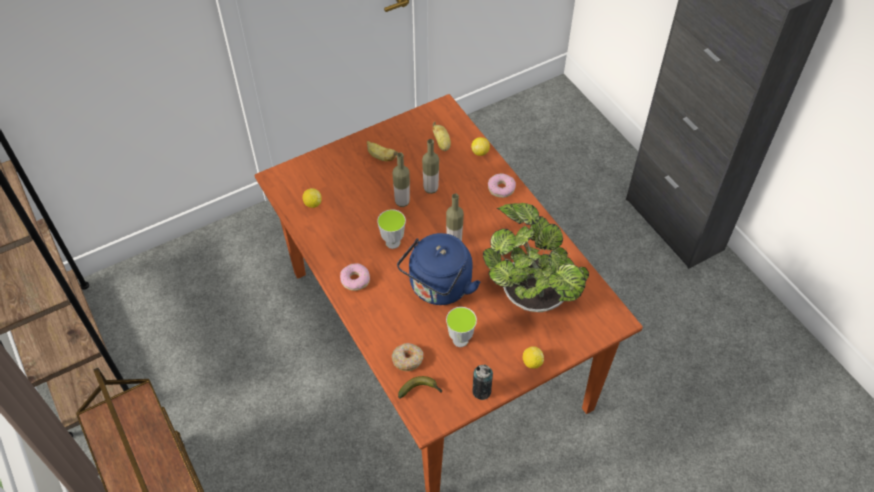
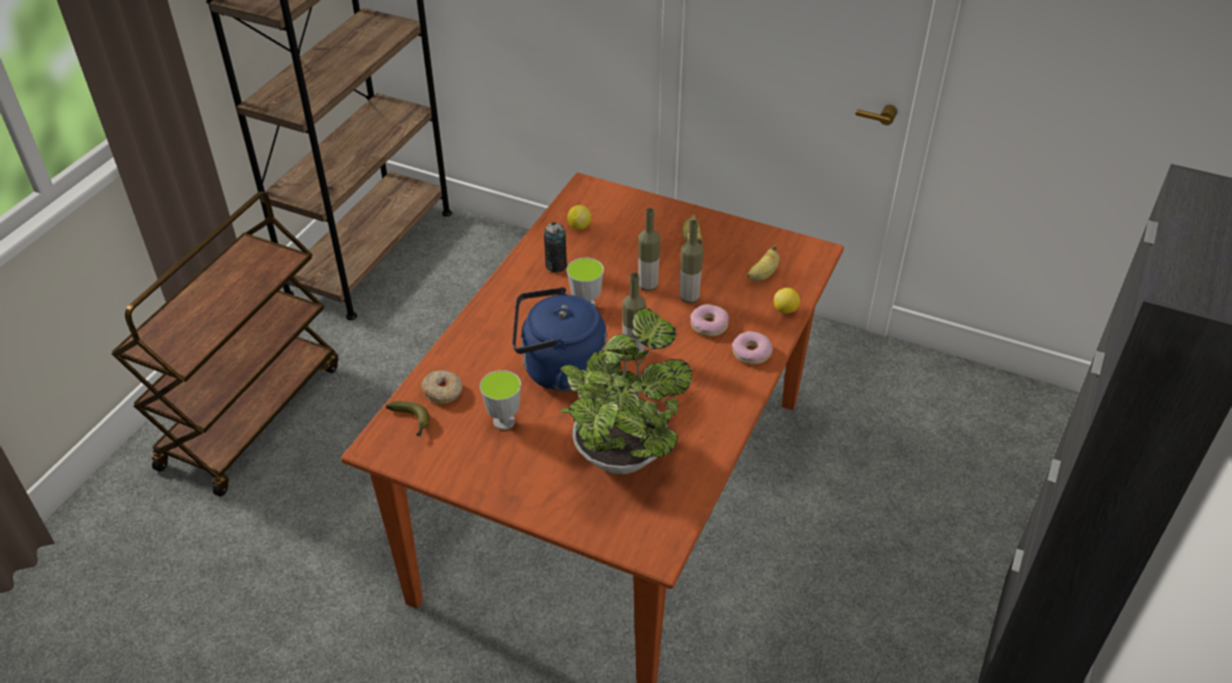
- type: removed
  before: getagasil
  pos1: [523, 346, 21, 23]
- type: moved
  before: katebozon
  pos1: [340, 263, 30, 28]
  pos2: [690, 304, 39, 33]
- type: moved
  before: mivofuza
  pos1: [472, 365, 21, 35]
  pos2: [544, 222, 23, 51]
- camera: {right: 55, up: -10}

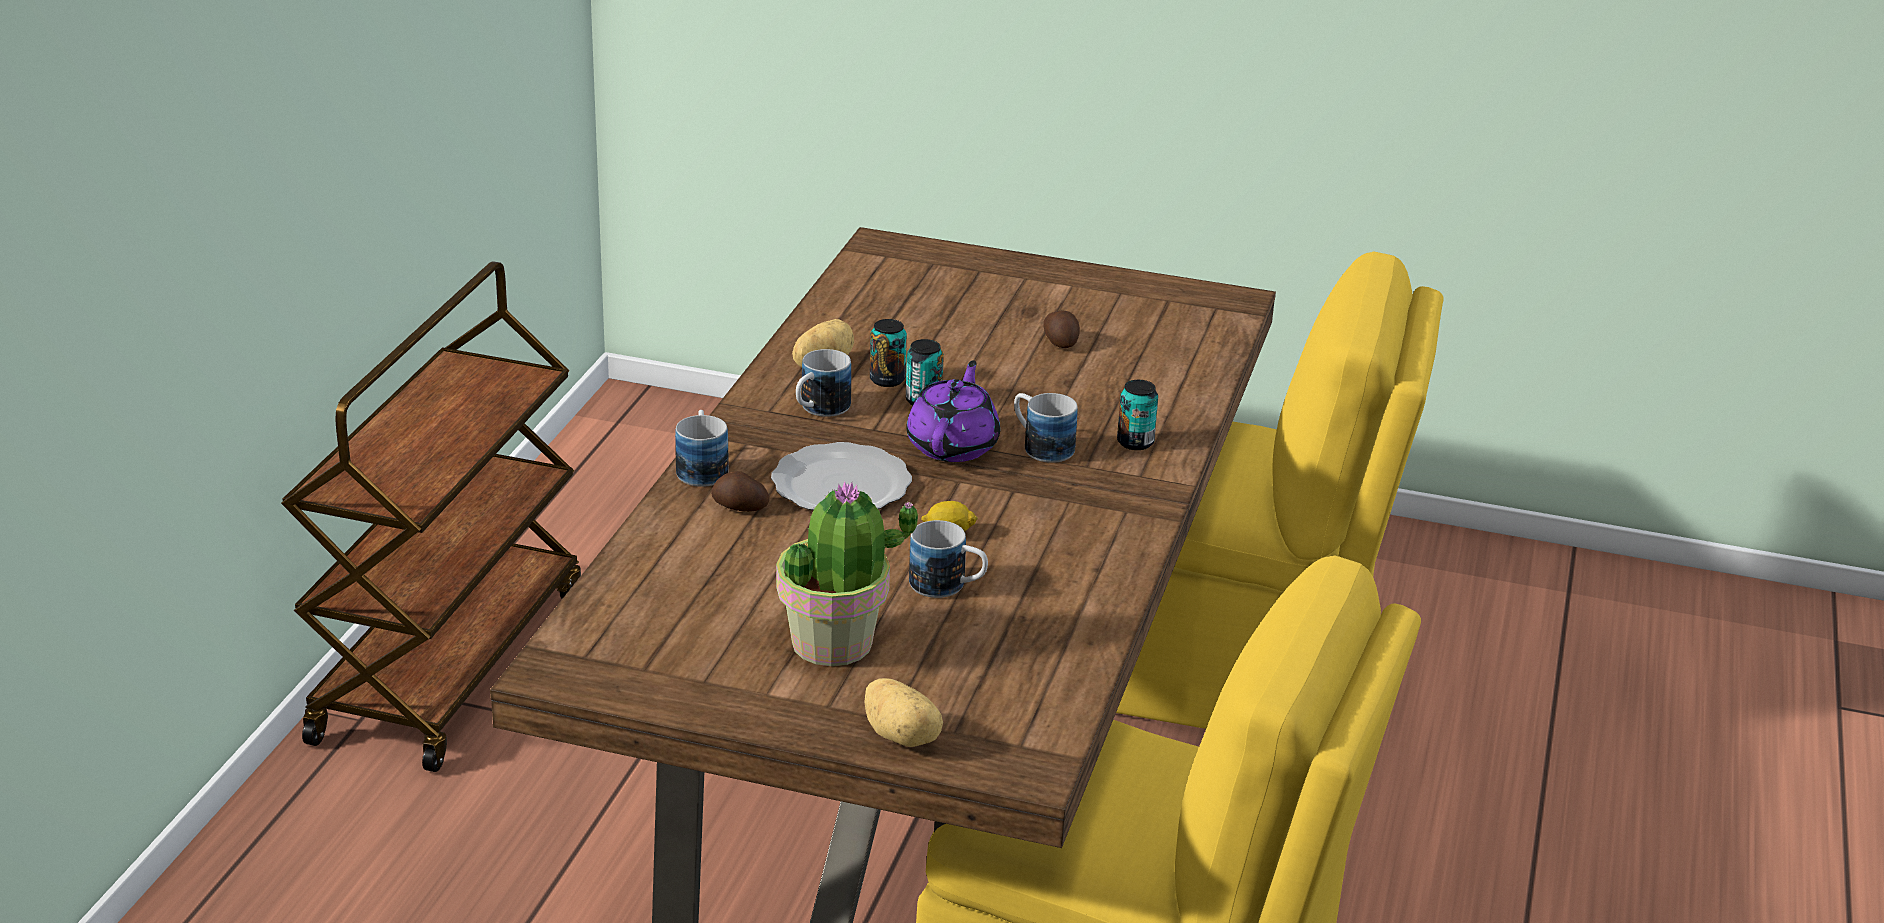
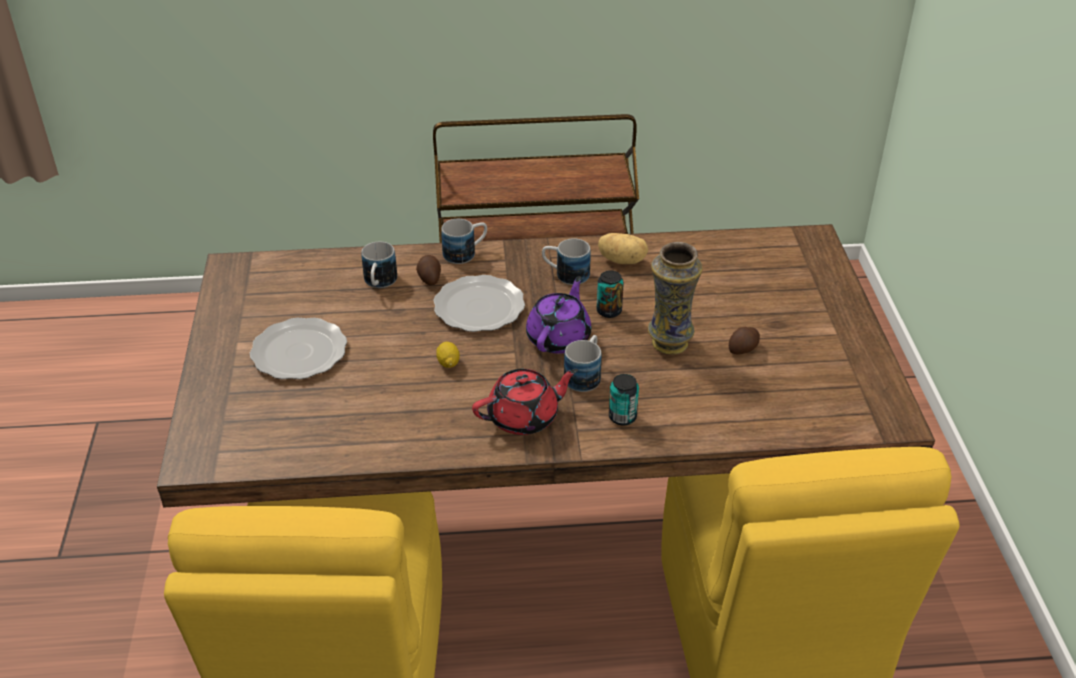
- type: removed
  before: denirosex
  pos1: [864, 678, 79, 69]
- type: removed
  before: mivofuza
  pos1: [870, 319, 37, 68]
- type: added
  after: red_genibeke
  pos2: [472, 369, 106, 66]
- type: added
  after: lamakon
  pos2: [648, 242, 55, 113]
- type: moved
  before: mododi
  pos1: [909, 520, 79, 78]
  pos2: [361, 242, 36, 46]
- type: replaced
  before: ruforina
  after: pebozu
  pos1: [776, 481, 143, 185]
  pos2: [250, 317, 97, 62]
- type: turned
  before: purple_genibeke
  pos1: [906, 360, 94, 102]
  pos2: [526, 276, 66, 78]
  turn: -60
- camera: {right: 70, up: 10}

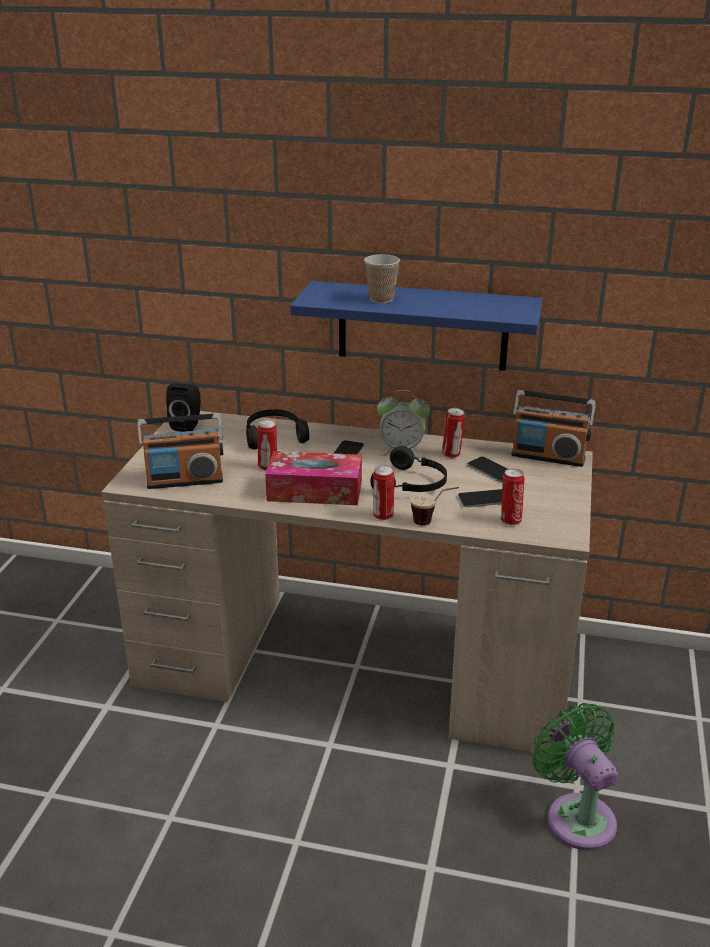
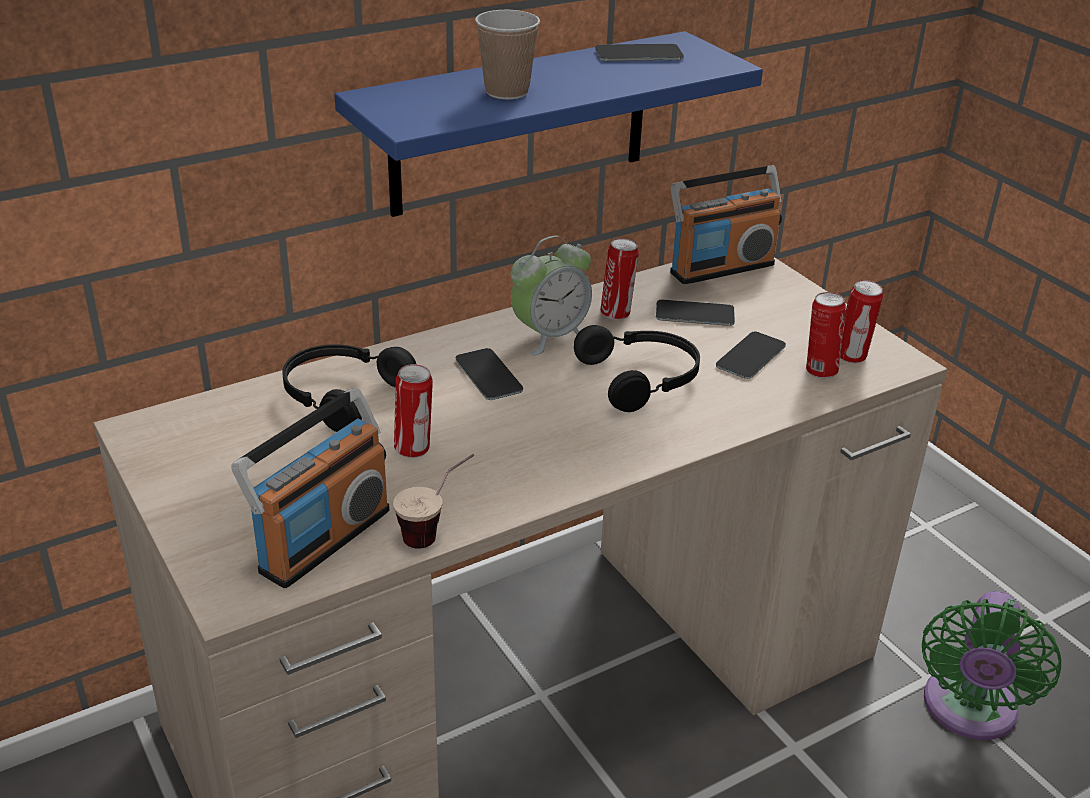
- type: removed
  before: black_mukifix
  pos1: [166, 383, 35, 49]
- type: removed
  before: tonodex
  pos1: [265, 451, 97, 54]
- type: added
  after: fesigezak
  pos2: [595, 44, 89, 17]
- type: moved
  before: mivofuza
  pos1: [373, 465, 21, 55]
  pos2: [840, 280, 43, 84]
- type: moved
  before: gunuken
  pos1: [410, 487, 49, 39]
  pos2: [393, 454, 81, 95]
- type: turned
  before: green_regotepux
  pos1: [532, 703, 86, 148]
  pos2: [922, 591, 139, 149]
  turn: -90
- camera: {right: -45, up: 5}

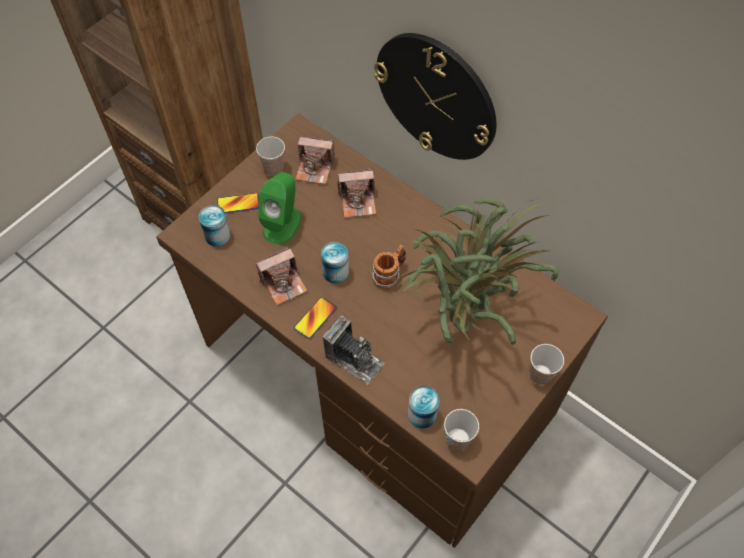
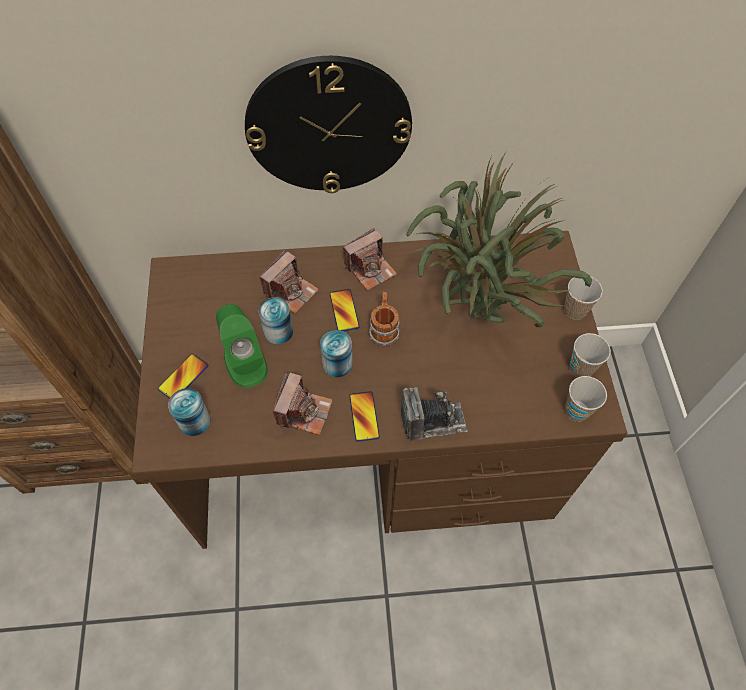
- type: added
  after: fesigezak
  pos2: [330, 289, 30, 42]
- type: moved
  before: gunuken
  pos1: [256, 137, 29, 39]
  pos2: [570, 333, 41, 45]
- type: moved
  before: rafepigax
  pos1: [295, 137, 40, 47]
  pos2: [343, 228, 54, 63]
- type: moved
  before: mivofuza
  pos1: [408, 386, 31, 42]
  pos2: [258, 297, 35, 47]
- camera: {right: -45, up: 0}

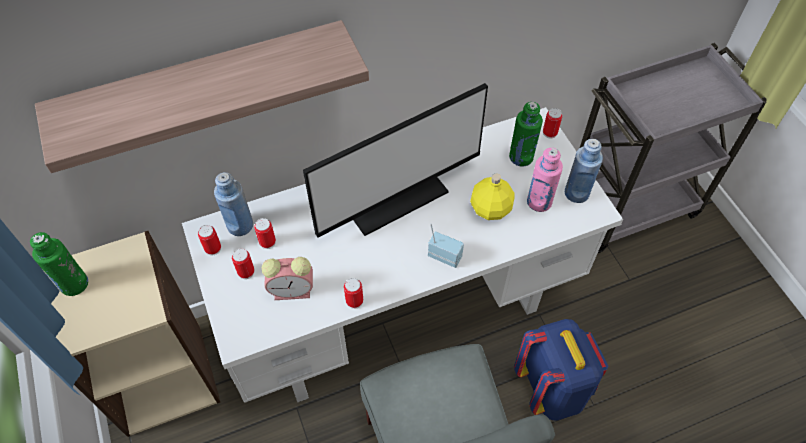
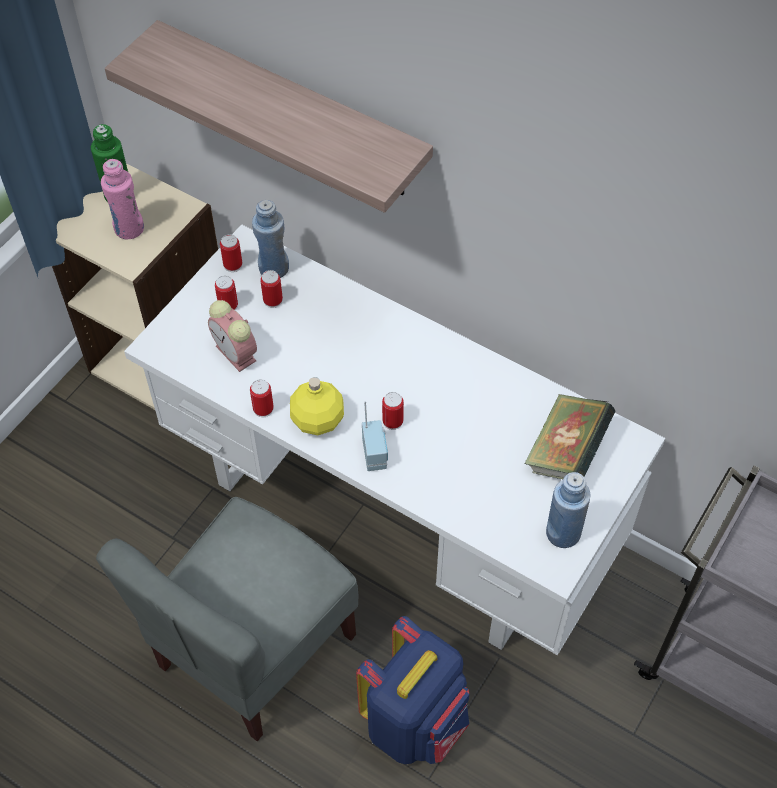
- type: removed
  before: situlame
  pos1: [303, 83, 185, 155]
- type: moved
  before: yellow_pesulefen
  pos1: [470, 173, 44, 47]
  pos2: [290, 377, 54, 58]
- type: moved
  before: pink_pesulefen
  pos1: [527, 148, 36, 64]
  pos2: [101, 159, 43, 80]
- type: moved
  before: mivofuza
  pos1: [543, 108, 19, 30]
  pos2: [382, 392, 22, 38]
- type: replaced
  before: green_pesulefen
  after: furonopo
  pos1: [509, 102, 34, 64]
  pos2: [524, 394, 91, 85]
- camera: {right: 55, up: 0}

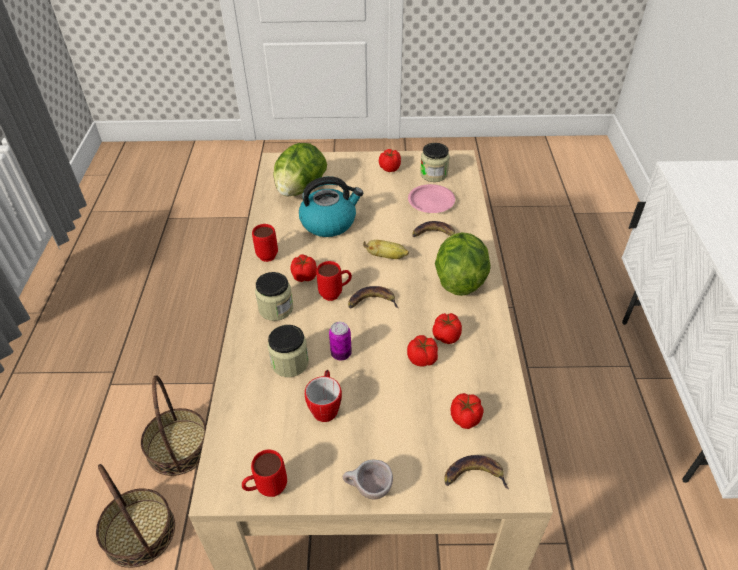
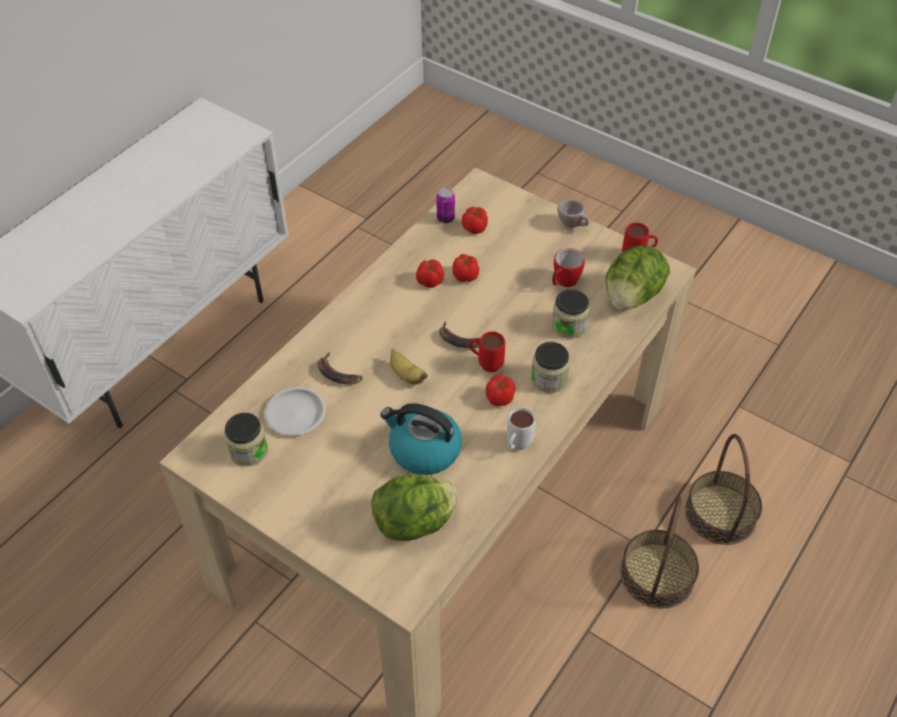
- type: removed
  before: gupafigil
  pos1: [379, 149, 22, 23]
- type: removed
  before: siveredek
  pos1: [444, 455, 65, 34]
- type: moved
  before: mivofuza
  pos1: [329, 322, 23, 39]
  pos2: [436, 188, 19, 35]
- type: moved
  before: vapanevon
  pos1: [435, 232, 56, 64]
  pos2: [606, 245, 64, 65]
- type: recoloured
  before: red_mododi
  after: white_mododi
  pos1: [252, 224, 26, 38]
  pos2: [507, 408, 29, 42]
- type: recoloured
  before: pink_pebozu
  after: white_pebozu
  pos1: [408, 184, 47, 29]
  pos2: [265, 387, 61, 48]
- camera: {right: -145, up: 5}

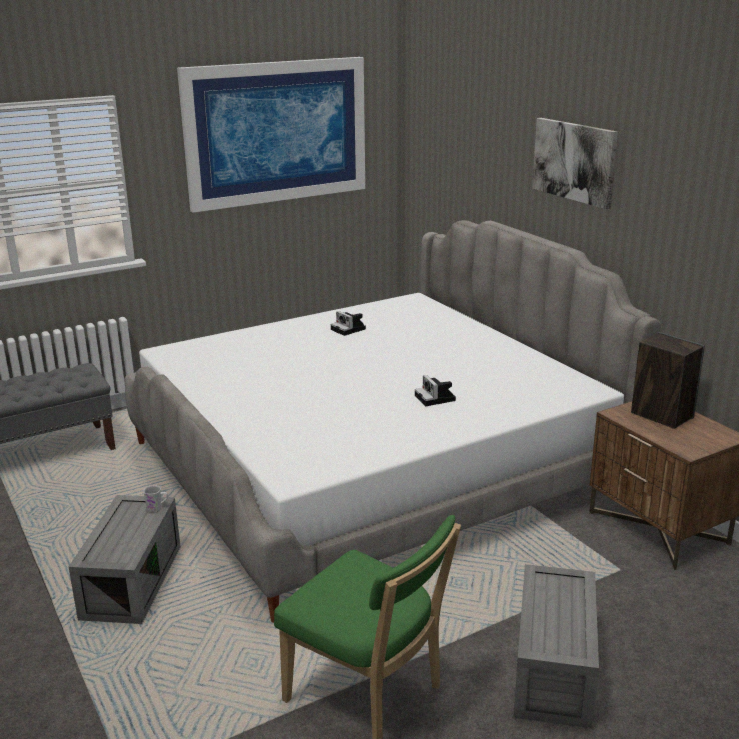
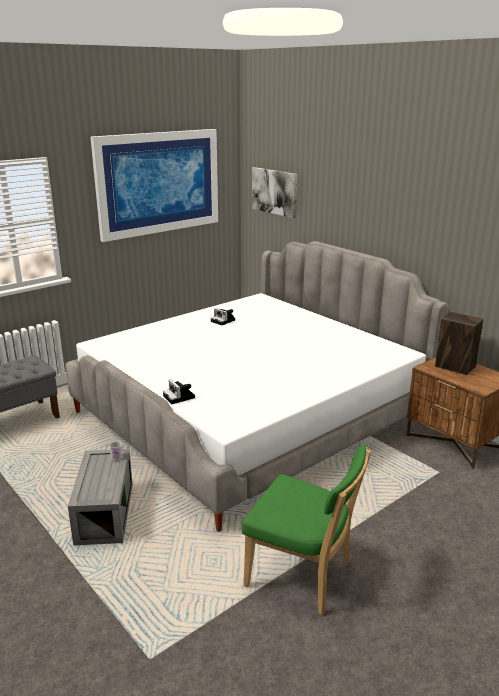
- type: removed
  before: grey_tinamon
  pos1: [514, 564, 85, 165]
- type: moved
  before: rafepigax
  pos1: [415, 375, 41, 31]
  pos2: [163, 379, 32, 25]
- type: moved
  before: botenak
  pos1: [532, 118, 86, 91]
  pos2: [252, 167, 45, 51]
- camera: {right: -10, up: 0}

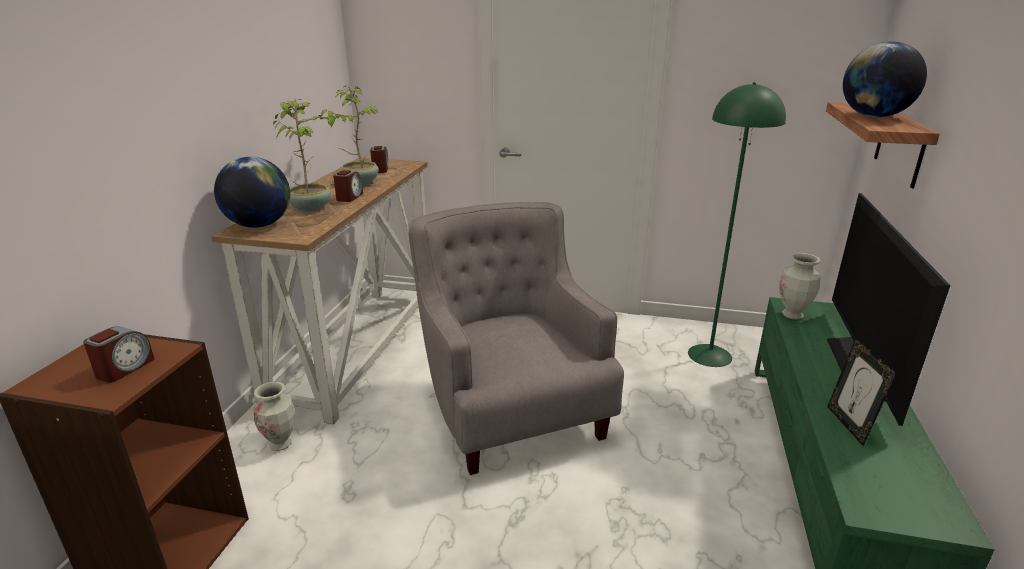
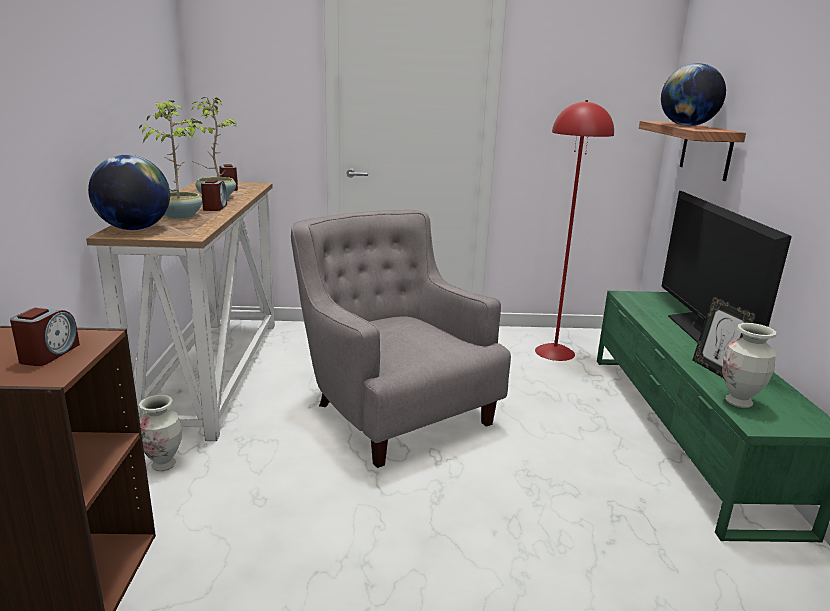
- type: moved
  before: lamakon
  pos1: [779, 253, 41, 67]
  pos2: [722, 323, 54, 85]
- type: recoloured
  before: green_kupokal
  after: red_kupokal
  pos1: [688, 82, 98, 285]
  pos2: [535, 100, 79, 261]
- camera: {right: -15, up: -5}

